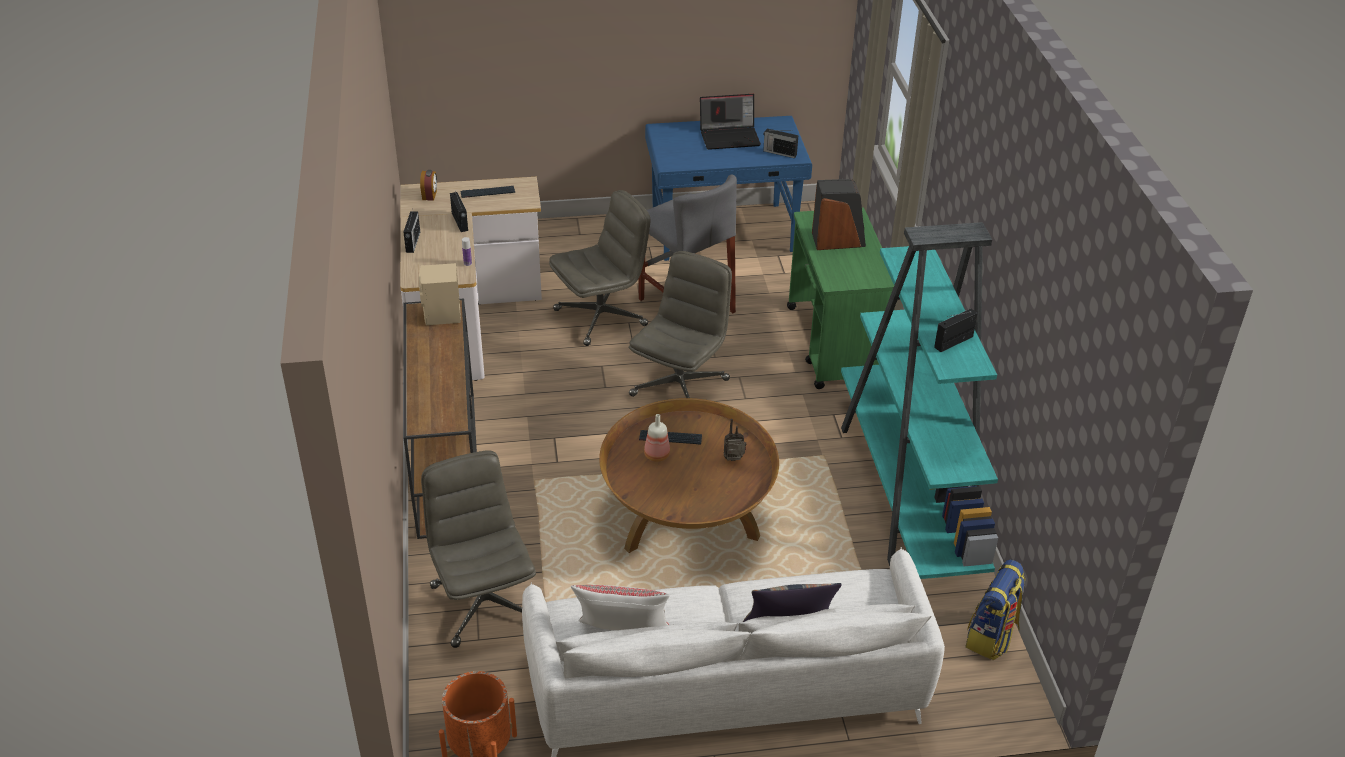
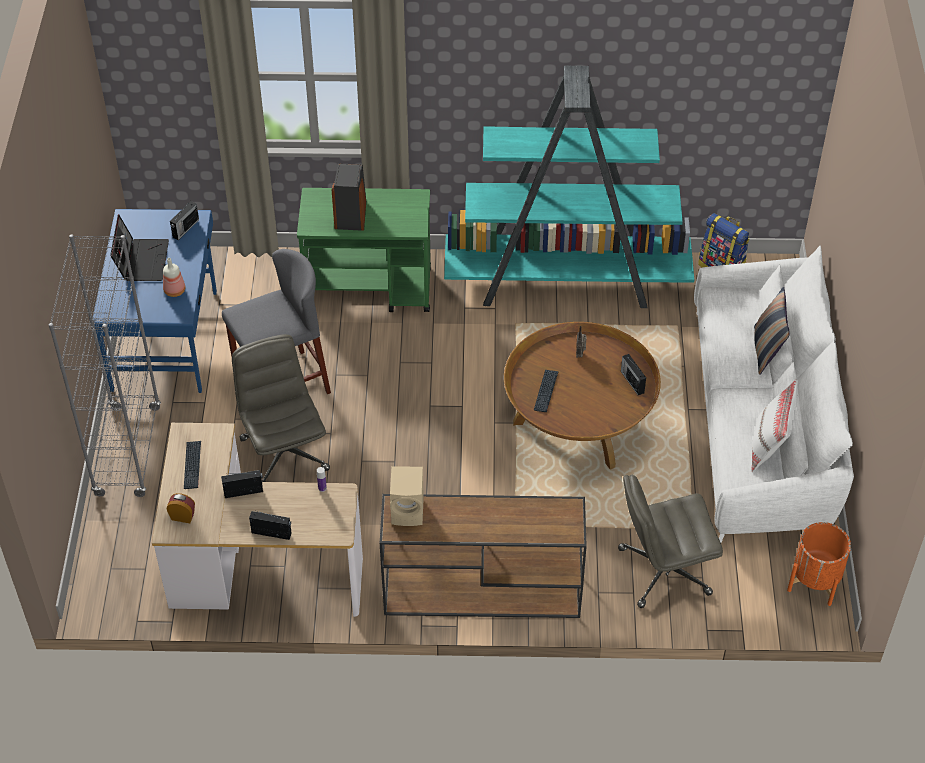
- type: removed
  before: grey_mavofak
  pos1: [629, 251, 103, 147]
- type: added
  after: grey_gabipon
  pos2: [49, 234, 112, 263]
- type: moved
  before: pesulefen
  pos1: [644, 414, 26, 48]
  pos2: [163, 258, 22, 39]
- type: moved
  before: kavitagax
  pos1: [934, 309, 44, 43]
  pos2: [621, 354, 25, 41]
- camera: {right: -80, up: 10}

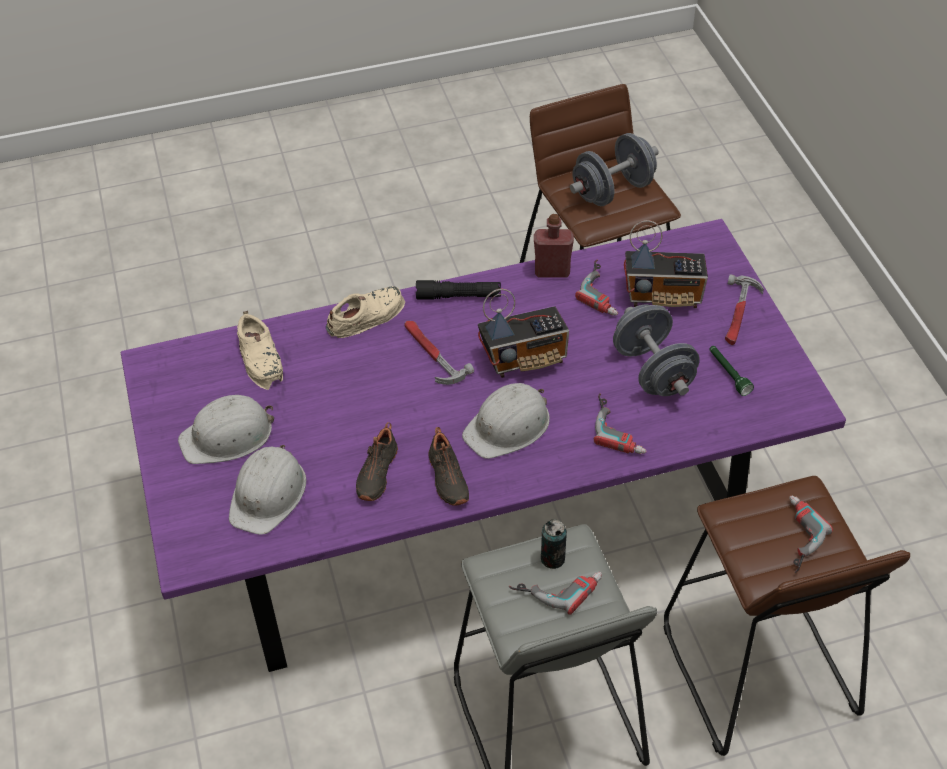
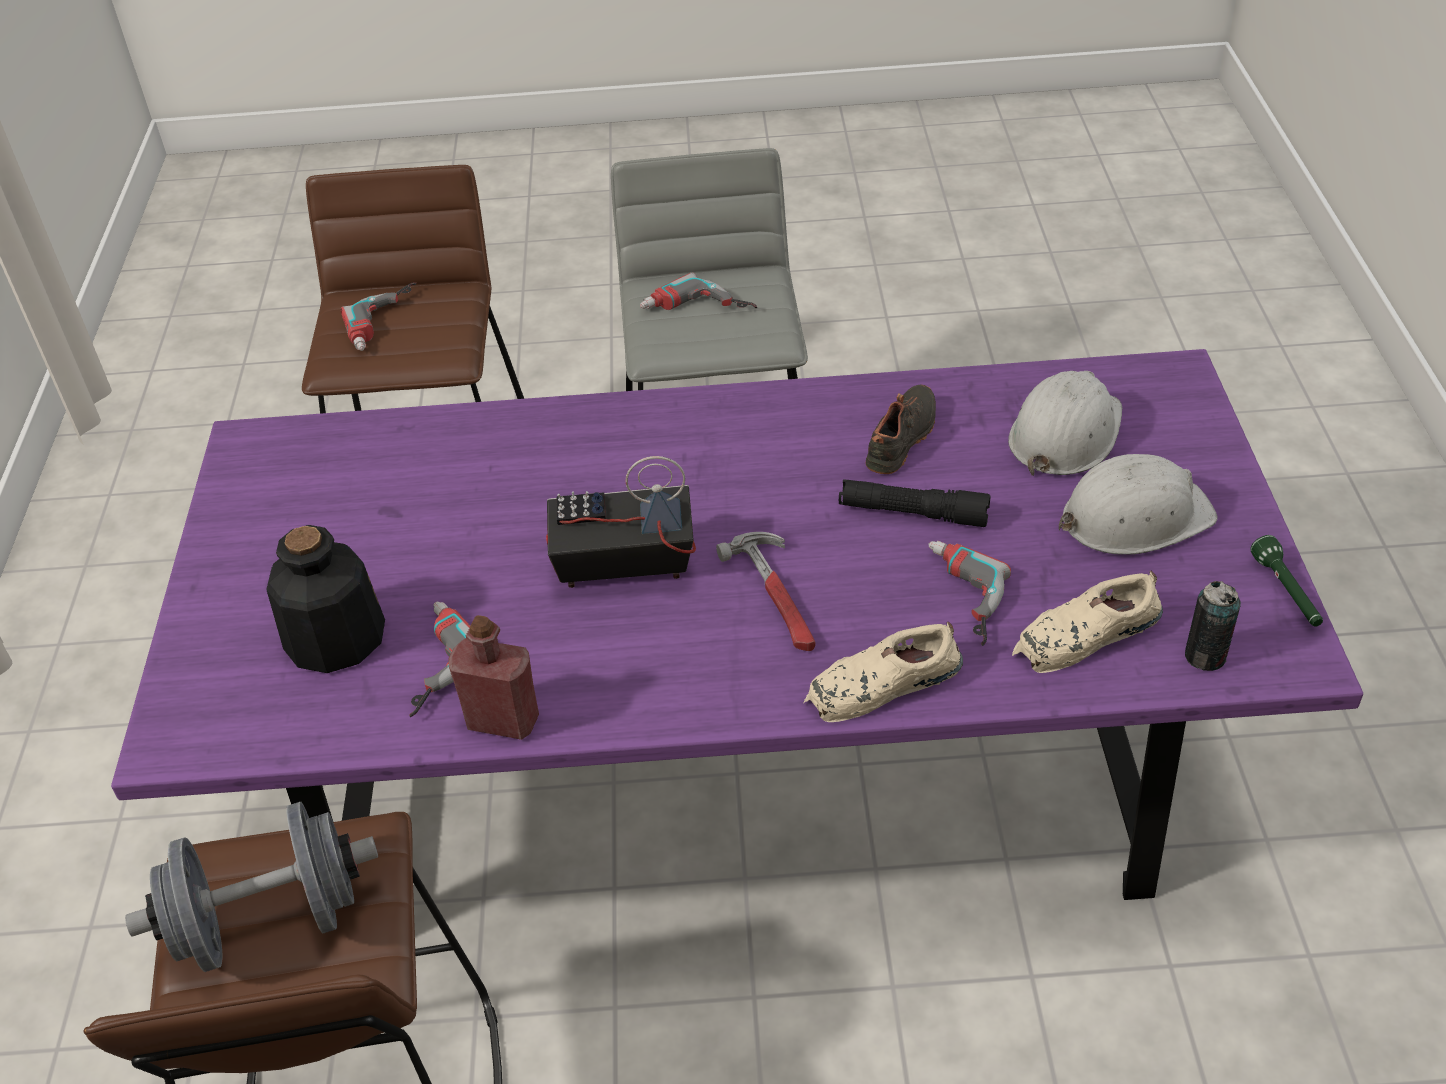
- type: removed
  before: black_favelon
  pos1: [429, 427, 40, 79]
- type: removed
  before: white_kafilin
  pos1: [462, 383, 88, 76]
- type: removed
  before: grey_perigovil
  pos1: [613, 304, 87, 92]
- type: removed
  before: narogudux
  pos1: [725, 274, 39, 71]
- type: moved
  before: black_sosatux
  pos1: [416, 280, 85, 19]
  pos2: [839, 480, 152, 47]
- type: moved
  before: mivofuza
  pos1: [541, 519, 26, 50]
  pos2: [1185, 581, 56, 90]
- type: moved
  before: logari
  pos1: [594, 393, 53, 61]
  pos2: [928, 541, 83, 105]
- type: moved
  before: green_sosatux
  pos1: [710, 346, 44, 50]
  pos2: [1250, 535, 73, 92]
- type: replaced
  before: kavitagax
  after: pesulefen
  pos1: [624, 220, 84, 88]
  pos2: [266, 525, 119, 148]
- type: turned
  before: beige_favelon
  pos1: [237, 311, 46, 79]
  pos2: [1012, 571, 151, 102]
  turn: -105
- camera: {right: -165, up: -5}

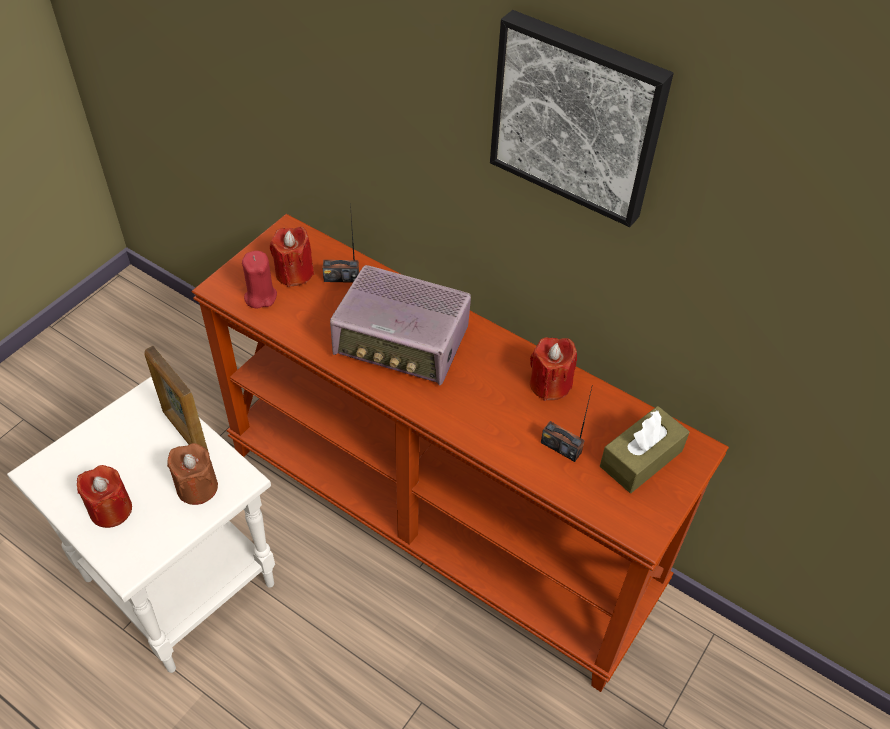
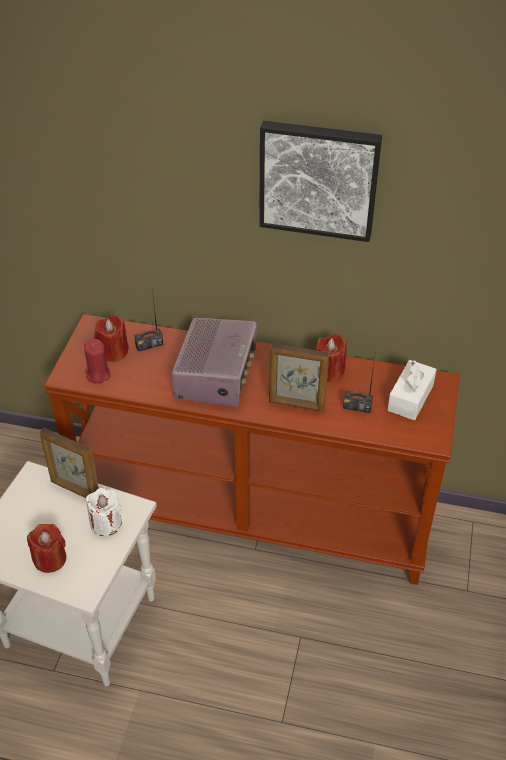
- type: added
  after: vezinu
  pos2: [269, 343, 60, 69]
- type: recoloured
  before: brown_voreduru
  after: white_voreduru
  pos1: [167, 443, 51, 62]
  pos2: [86, 488, 36, 48]
- type: recoloured
  before: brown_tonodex
  after: white_tonodex
  pos1: [600, 406, 90, 87]
  pos2: [387, 360, 50, 60]
- type: turned
  before: kavitagax
  pos1: [330, 265, 141, 120]
  pos2: [172, 318, 85, 89]
  turn: -75
- camera: {right: -20, up: -5}

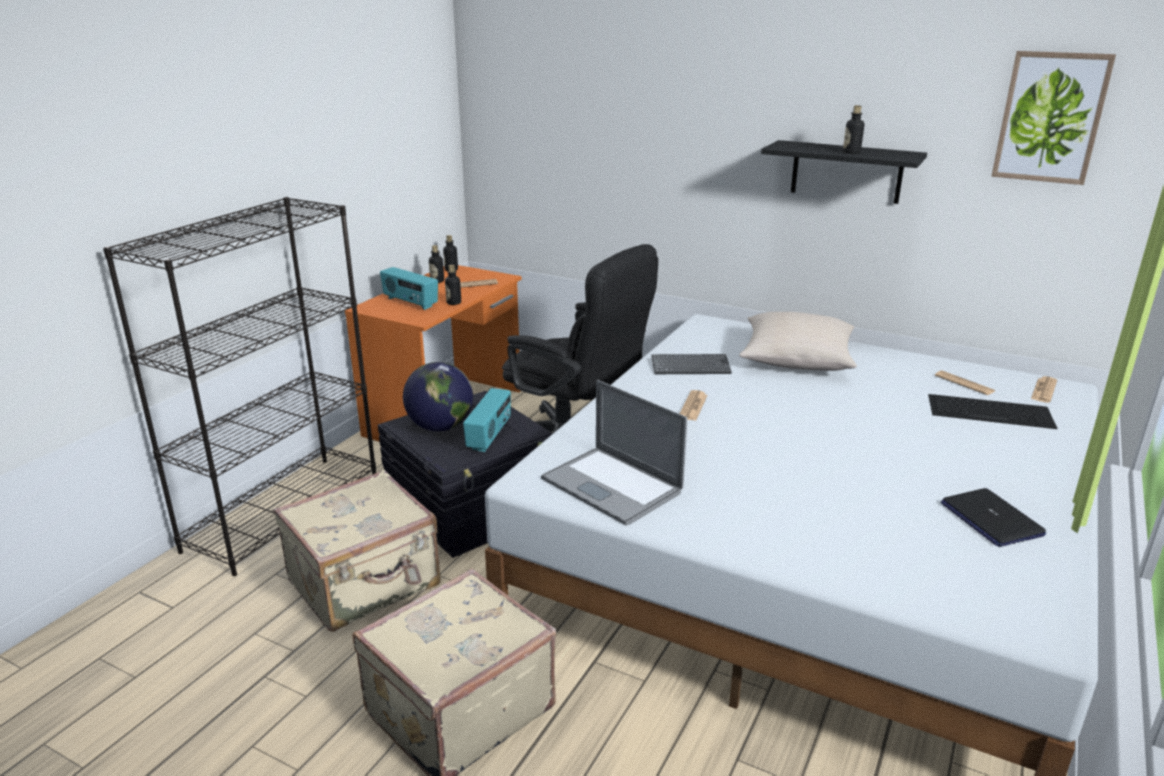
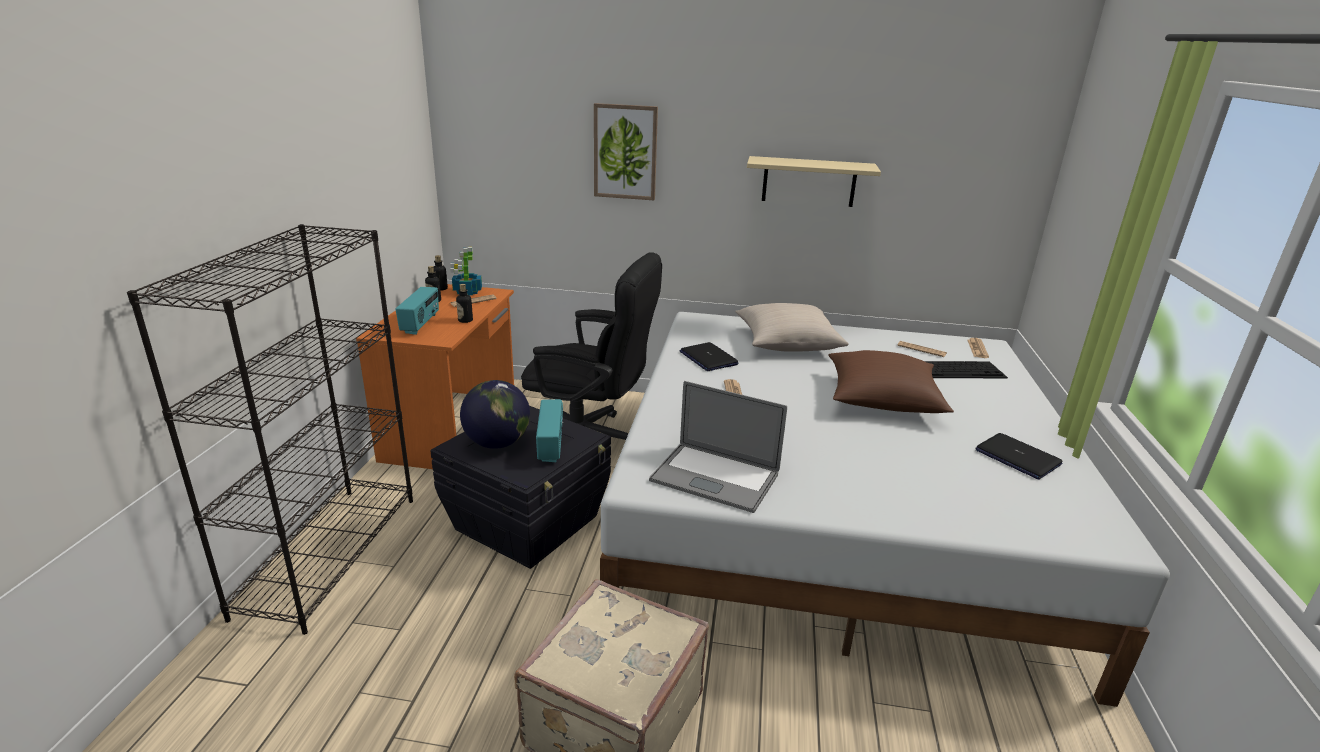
- type: removed
  before: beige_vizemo
  pos1: [273, 470, 168, 162]
- type: removed
  before: pesulefen
  pos1: [843, 105, 21, 49]
- type: added
  after: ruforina
  pos2: [450, 247, 32, 48]
- type: added
  after: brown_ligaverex
  pos2: [829, 350, 125, 63]
- type: moved
  before: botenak
  pos1: [991, 51, 125, 134]
  pos2: [594, 103, 64, 97]
- type: replaced
  before: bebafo
  after: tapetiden
  pos1: [651, 354, 81, 20]
  pos2: [679, 342, 60, 29]
- type: recoloured
  before: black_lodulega
  after: beige_lodulega
  pos1: [761, 140, 166, 64]
  pos2: [747, 156, 134, 51]
- type: turned
  before: kavitagax
  pos1: [380, 267, 58, 43]
  pos2: [395, 287, 44, 48]
  turn: -105
- camera: {right: -20, up: 0}

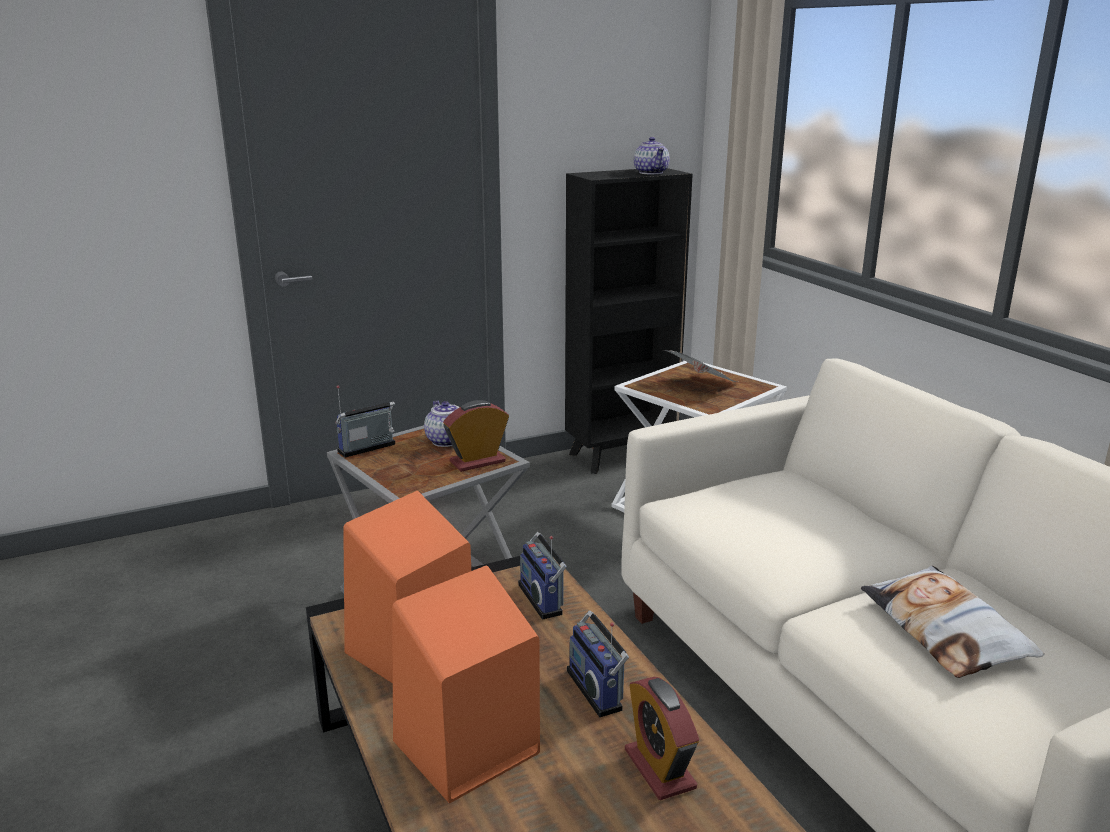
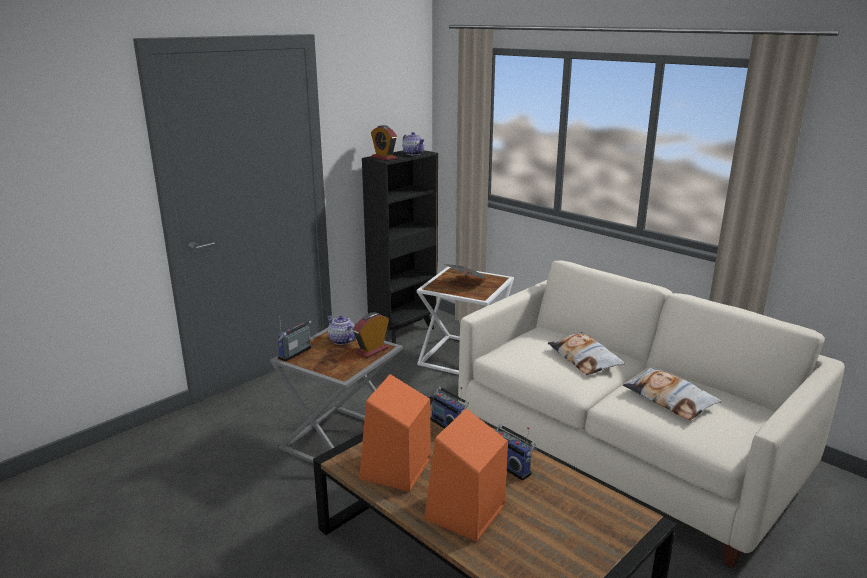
- type: added
  after: ligaverex
  pos2: [548, 332, 77, 43]
- type: moved
  before: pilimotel
  pos1: [625, 677, 74, 123]
  pos2: [371, 125, 26, 36]
- camera: {right: -20, up: 0}

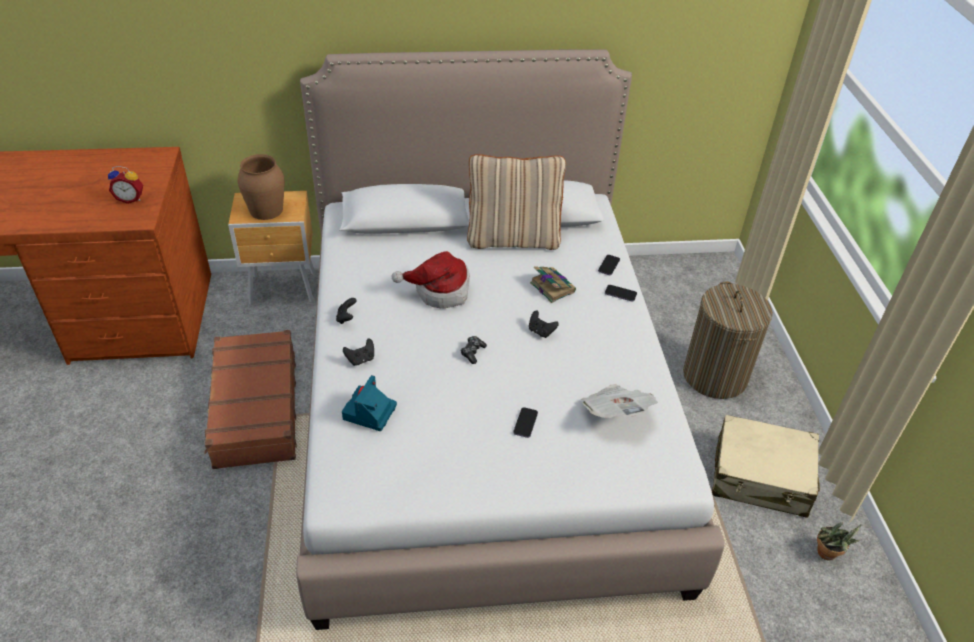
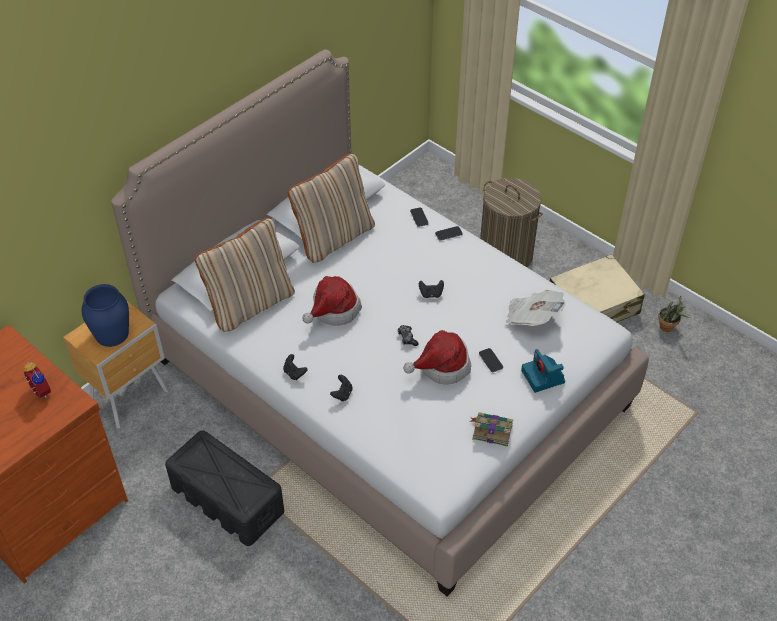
- type: added
  after: beige_ligaverex
  pos2: [195, 218, 100, 114]
- type: added
  after: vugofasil
  pos2: [403, 330, 68, 55]
- type: moved
  before: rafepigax
  pos1: [342, 375, 55, 56]
  pos2: [521, 349, 44, 44]
- type: moved
  before: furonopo
  pos1: [530, 266, 46, 37]
  pos2: [470, 412, 43, 35]
- type: replaced
  before: brown_vizemo
  after: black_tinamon
  pos1: [205, 330, 92, 139]
  pos2: [165, 431, 119, 115]
- type: recoloured
  before: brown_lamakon
  after: blue_lamakon
  pos1: [238, 154, 46, 66]
  pos2: [82, 284, 47, 63]
- type: turned
  before: pilimotel
  pos1: [108, 166, 35, 38]
  pos2: [23, 362, 28, 37]
  turn: -90
- camera: {right: -40, up: 5}

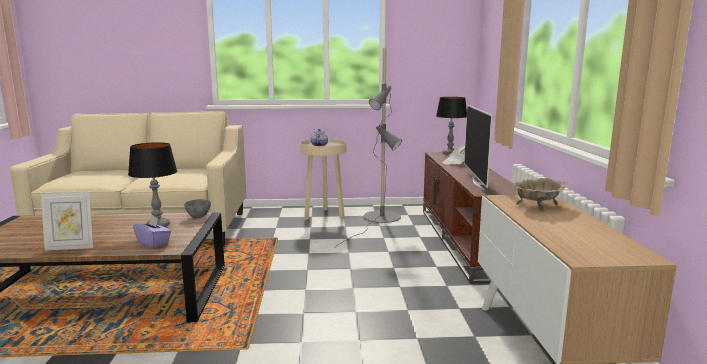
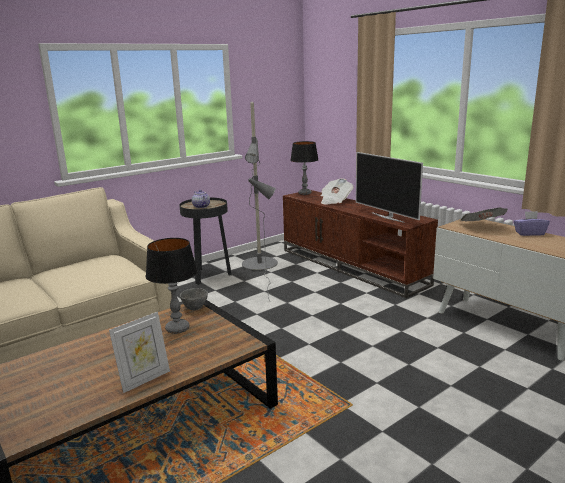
- type: moved
  before: purple_tonodex
  pos1: [133, 216, 38, 32]
  pos2: [514, 211, 36, 25]
- type: replaced
  before: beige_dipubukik
  after: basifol
  pos1: [513, 178, 53, 32]
  pos2: [460, 208, 48, 14]
- type: recoloured
  before: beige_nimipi
  after: black_nimipi
  pos1: [301, 139, 46, 81]
  pos2: [179, 197, 52, 88]
- camera: {right: -35, up: 5}

